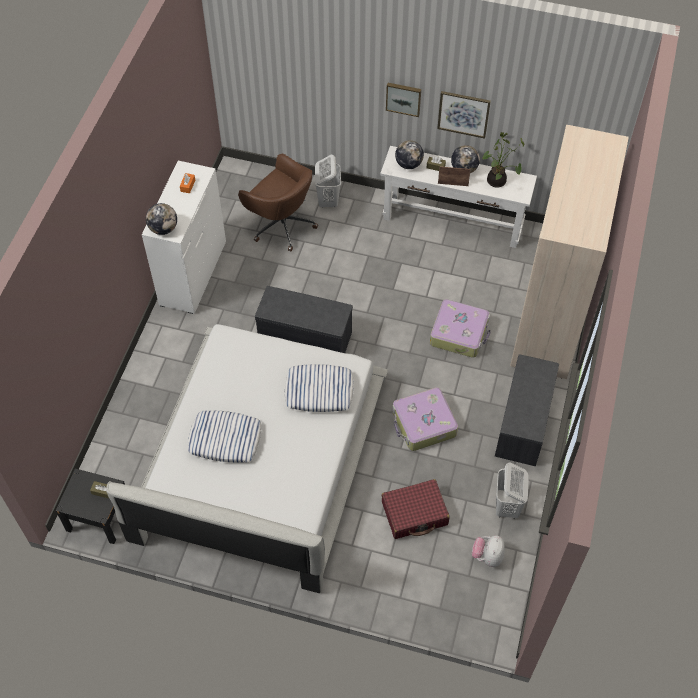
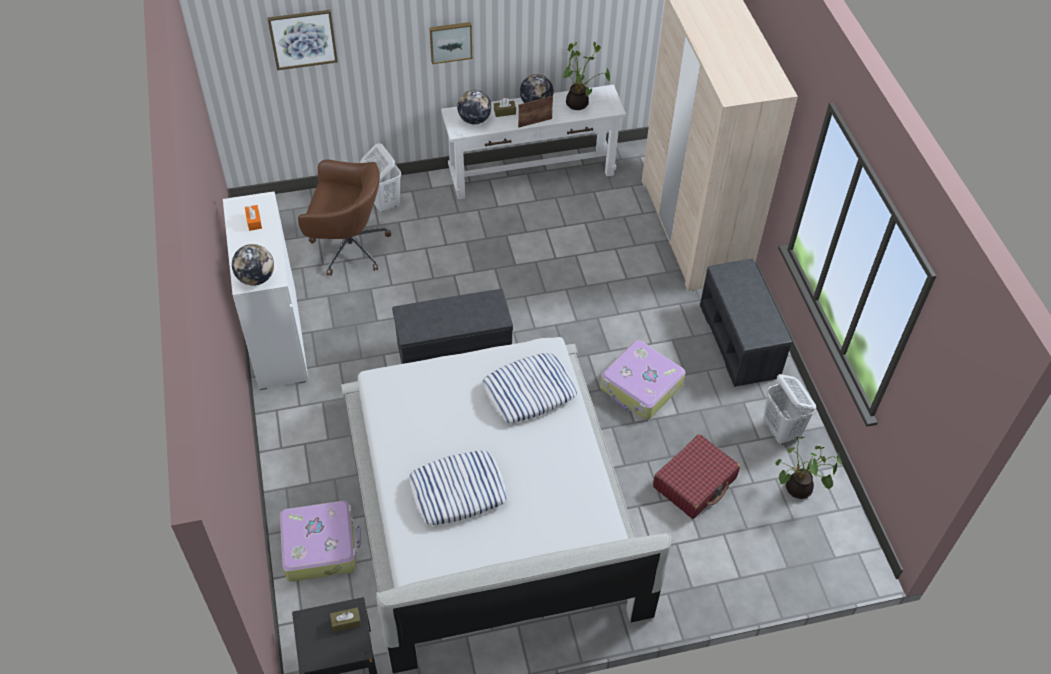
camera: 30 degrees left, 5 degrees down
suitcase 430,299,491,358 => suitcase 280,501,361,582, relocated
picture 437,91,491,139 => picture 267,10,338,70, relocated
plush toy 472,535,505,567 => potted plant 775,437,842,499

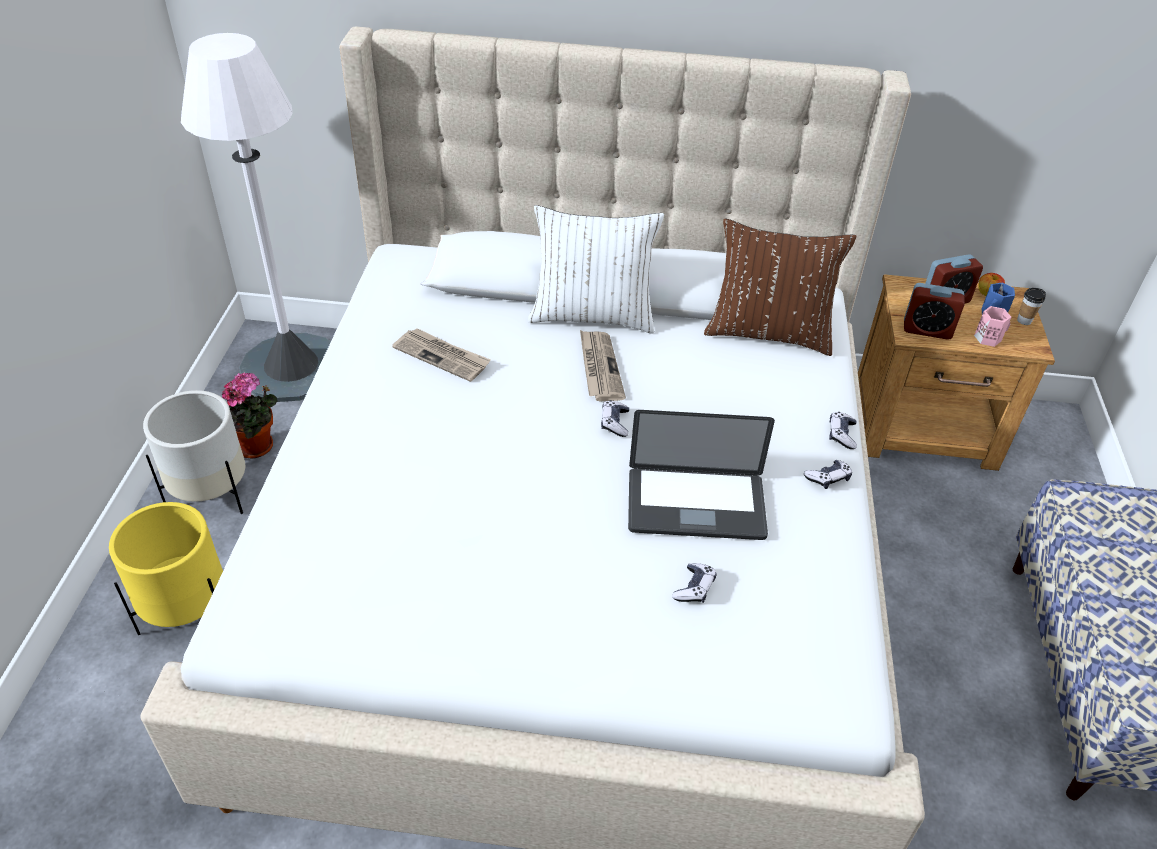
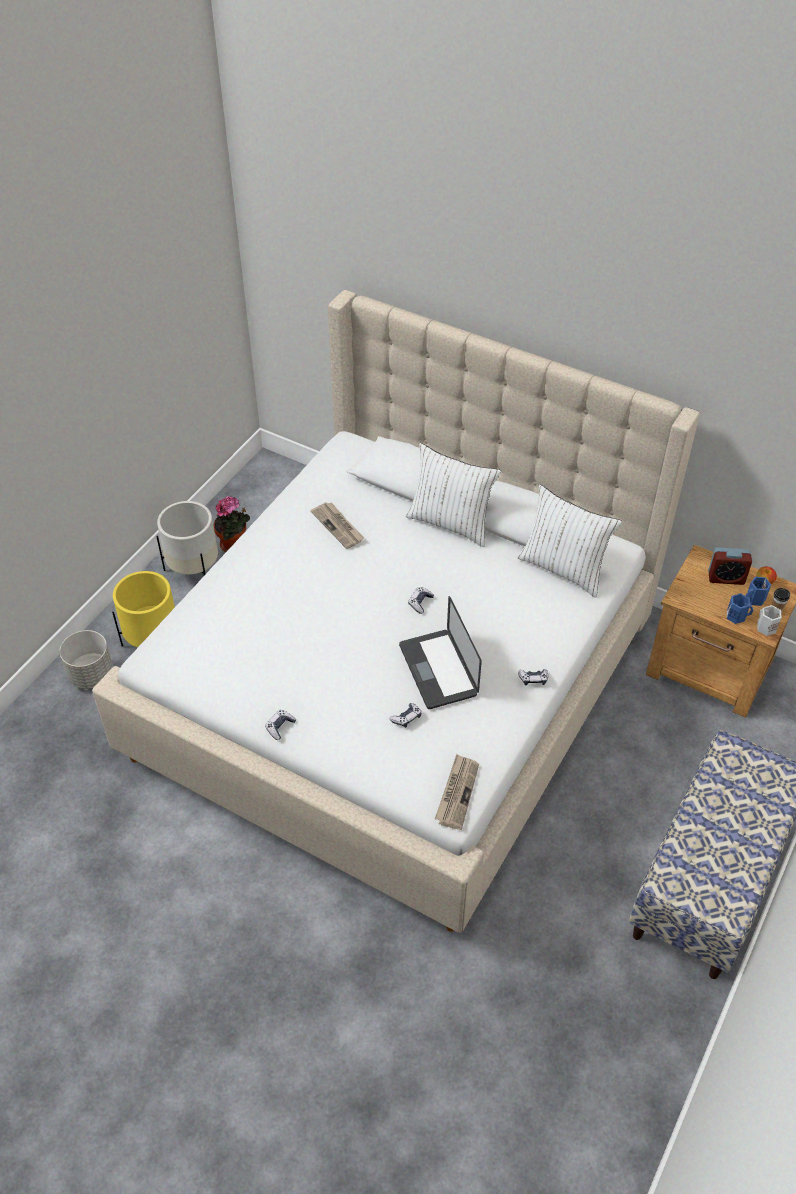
camera: 25 degrees right, 5 degrees up
white floor lamp 181,33,331,402 => nothing
alarm clock 904,283,965,340 => nothing
nothing => grey planter 60,630,113,689
nothing => white mug 757,605,781,636
newspaper 580,330,626,401 => newspaper 435,754,479,830, relocated
game controller 829,412,857,449 => game controller 265,710,296,740, relocated
brown pillow 704,218,856,356 => white pillow 517,485,622,598
pink mug 974,306,1011,347 => blue mug 727,593,754,624
laptop 628,410,775,540 => laptop 399,596,482,709, 45 degrees clockwise

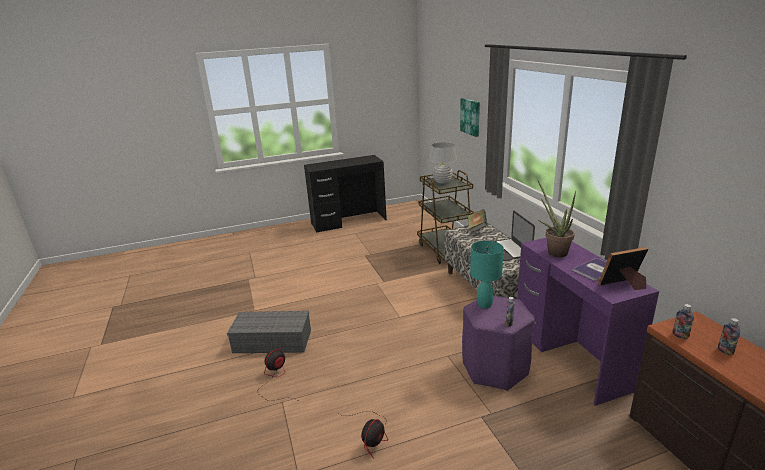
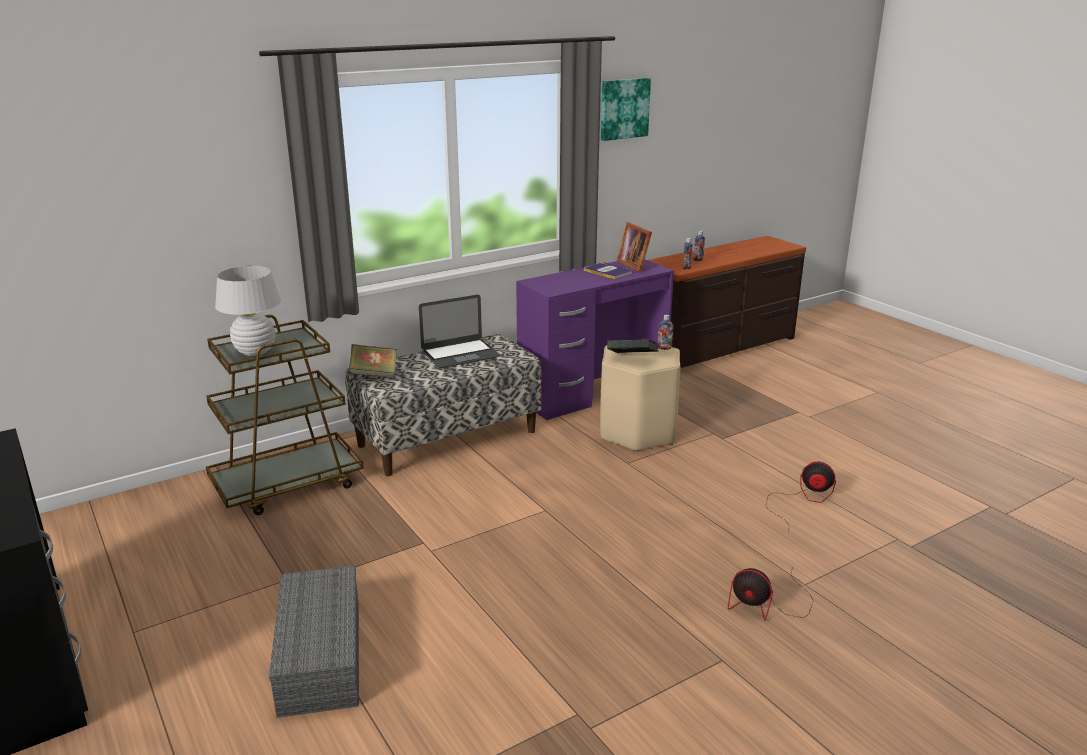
camera: 105 degrees left, 0 degrees up
potted plant 538,180,576,257 => nothing
grey storage box 227,311,311,353 => grey storage box 269,566,359,718, relocated
picture 460,98,480,137 => picture 601,78,651,141, relocated
turquoise table lamp 470,241,504,309 => book 607,340,658,353
purple stool 462,296,535,391 => beige stool 600,345,681,452

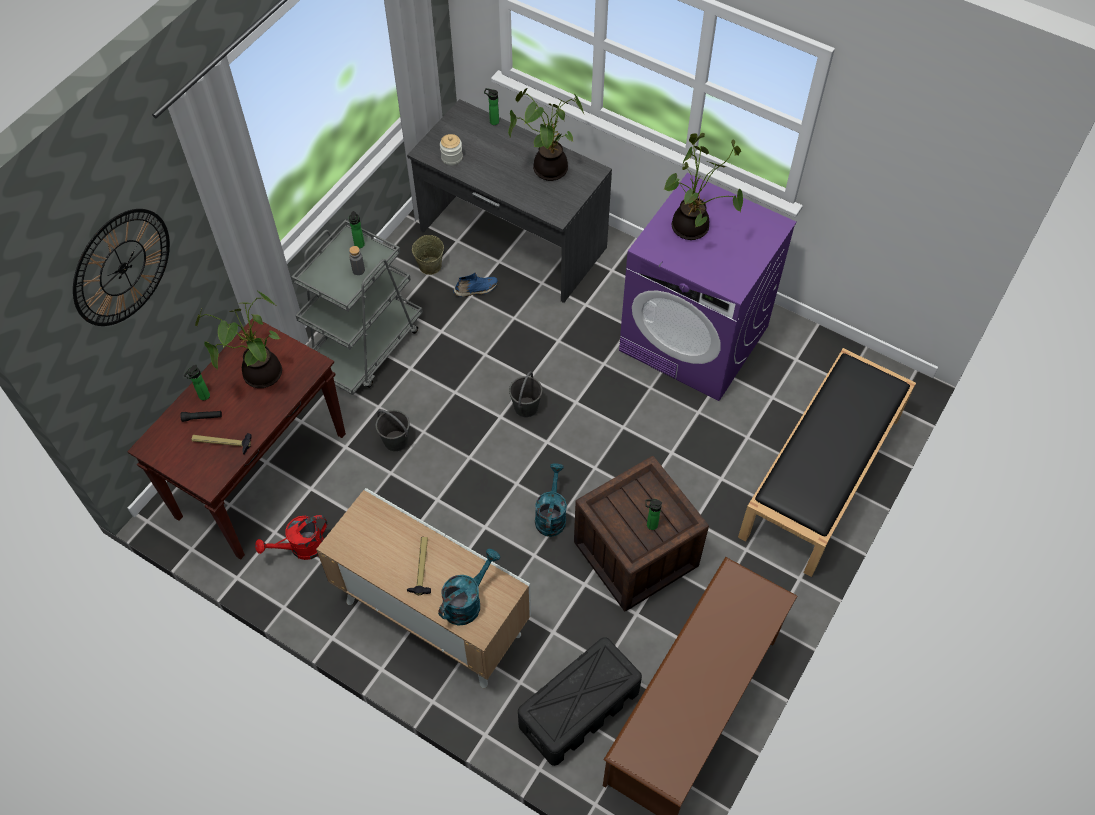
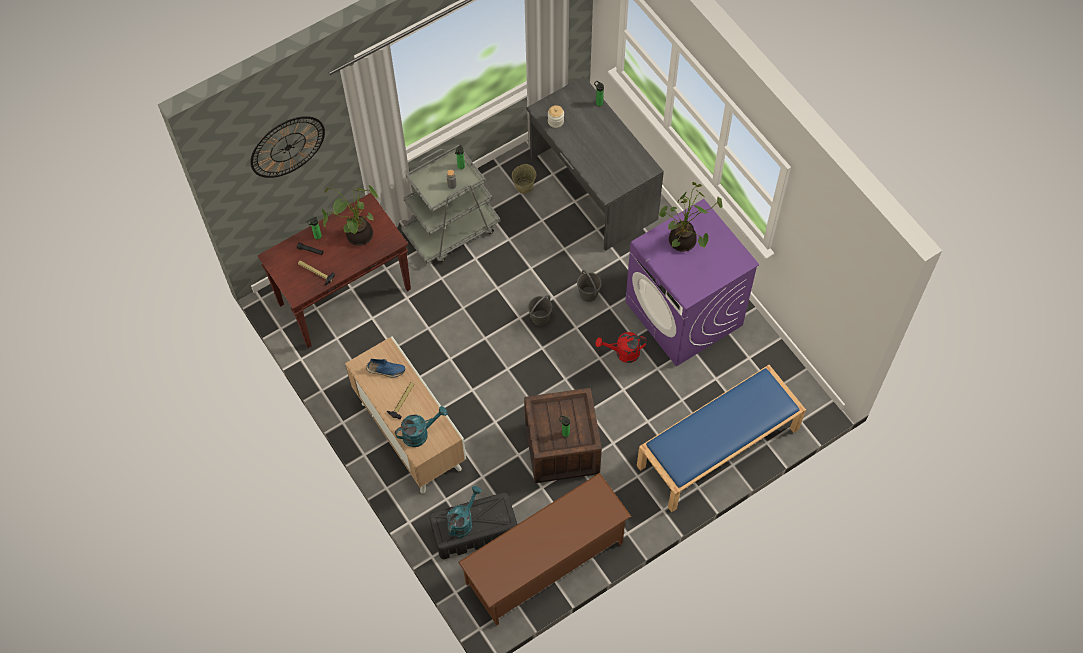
camera: 25 degrees right, 5 degrees up
potted plant 508,88,585,181 => nothing
red watering can 255,515,327,560 => red watering can 595,332,647,363, relocated
grey bucket 375,409,410,451 => grey bucket 577,270,602,302, relocated
blue shoe 453,272,498,297 => blue shoe 366,359,405,378, relocated
turquoise watering can 535,463,567,537 => turquoise watering can 447,486,482,538, relocated
black bench 738,348,916,577 => blue bench 637,365,806,512

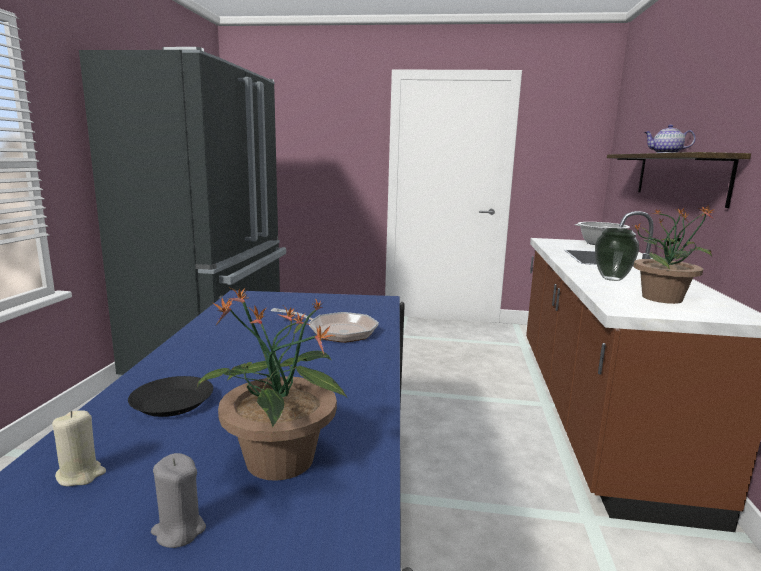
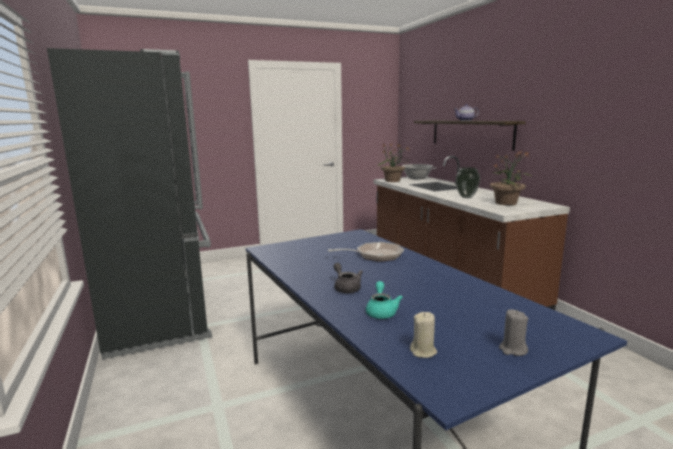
camera: 30 degrees left, 0 degrees up
nothing => grey teapot 333,263,363,293
potted plant 197,288,347,481 => potted plant 378,144,410,182, relocated
black plate 128,376,213,417 => turquoise teapot 366,281,403,319

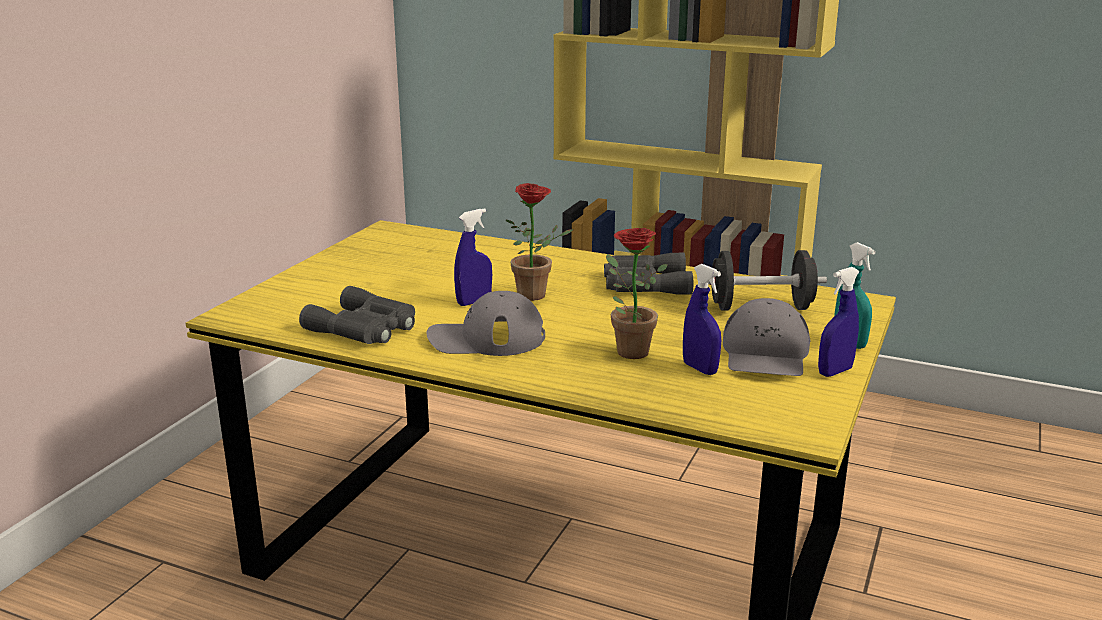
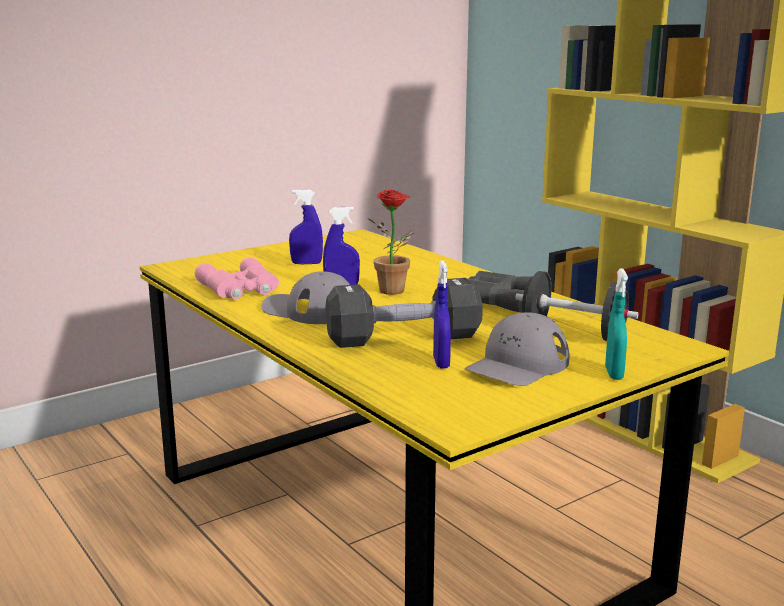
camera: 30 degrees right, 5 degrees down
blue spray bottle 818,267,860,377 => blue spray bottle 289,189,323,264, relocated
potted plant 606,228,668,359 => black dumbbell 325,278,483,348
grey binoculars 299,286,415,344 => pink binoculars 195,257,279,300

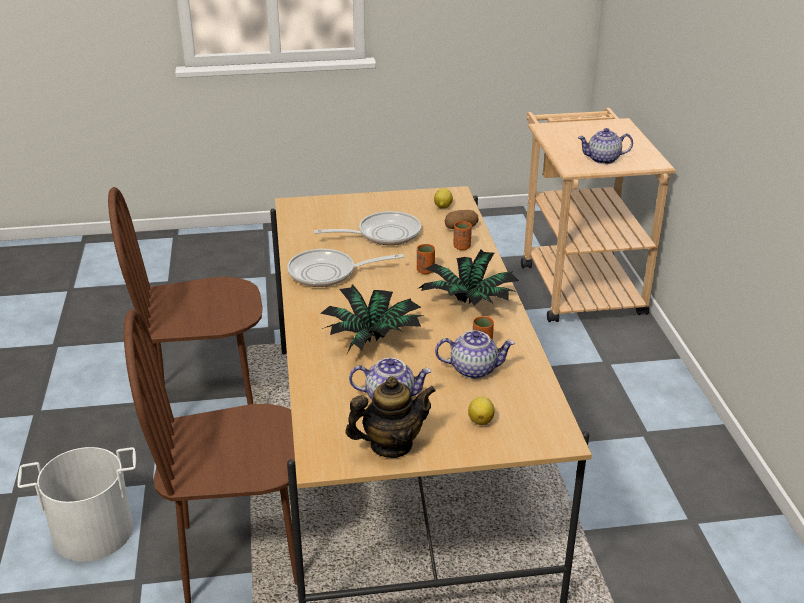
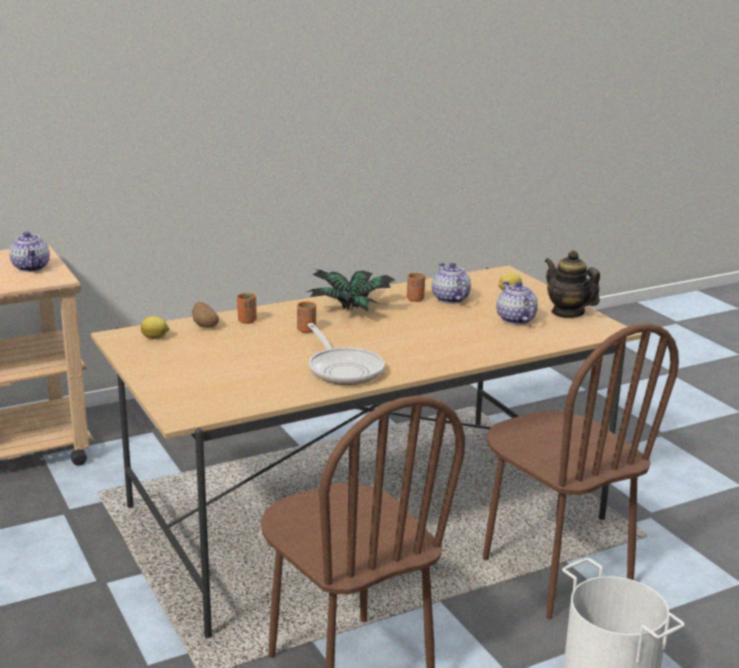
camera: 110 degrees left, 10 degrees down
frying pan 314,211,421,245 => nothing
potted plant 320,284,424,352 => nothing

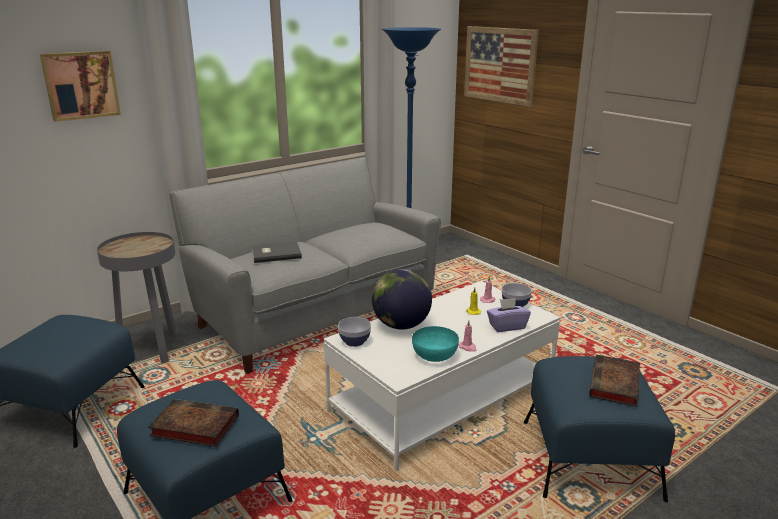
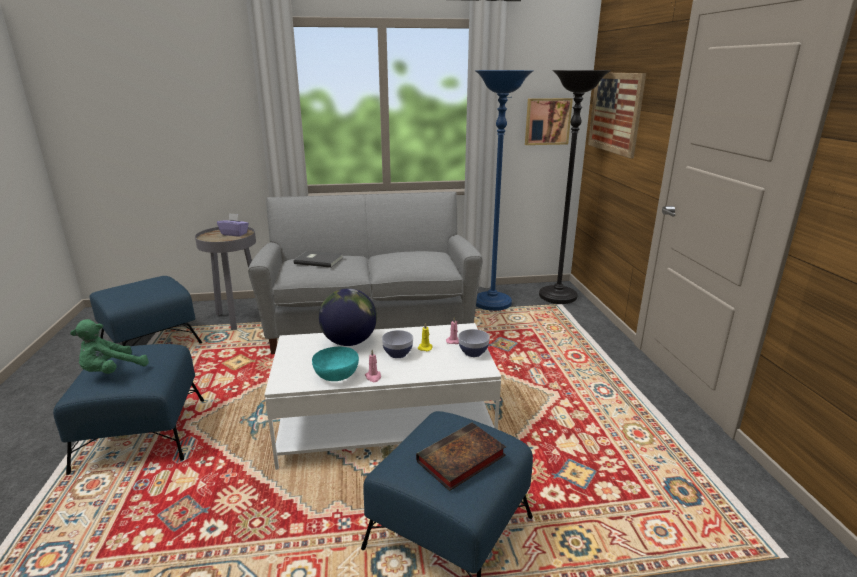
camera: 30 degrees right, 0 degrees up
nothing => black floor lamp 539,70,611,304
picture 40,51,121,122 => picture 525,98,573,145, relocated
bowl 338,317,371,347 => bowl 382,330,413,358, relocated
purple tissue box 487,298,531,332 => purple tissue box 217,213,249,236, relocated
book 148,399,239,447 => green plush toy 70,319,149,374

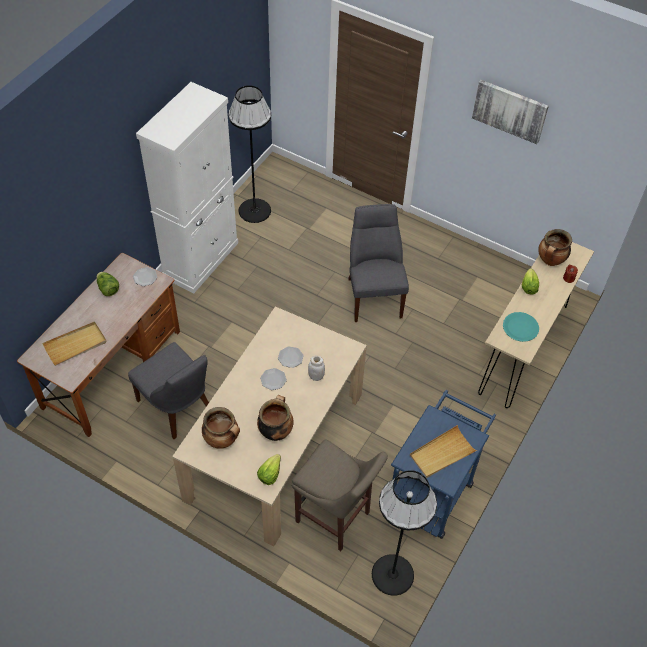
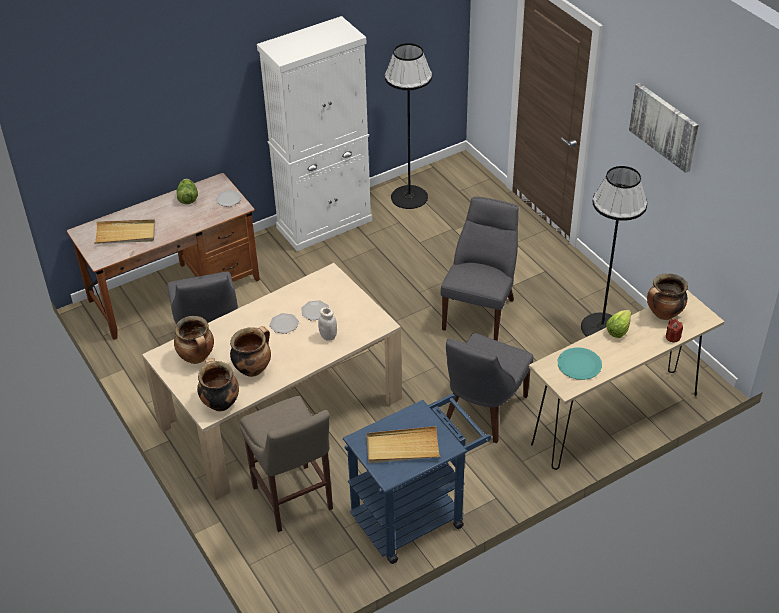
camera: 30 degrees right, 10 degrees down
nothing => grey chair 446,333,533,443
black floor lamp 372,470,437,596 => black floor lamp 581,166,648,337, relocated
lettuce 257,454,281,485 => cooking pot 197,358,239,412

